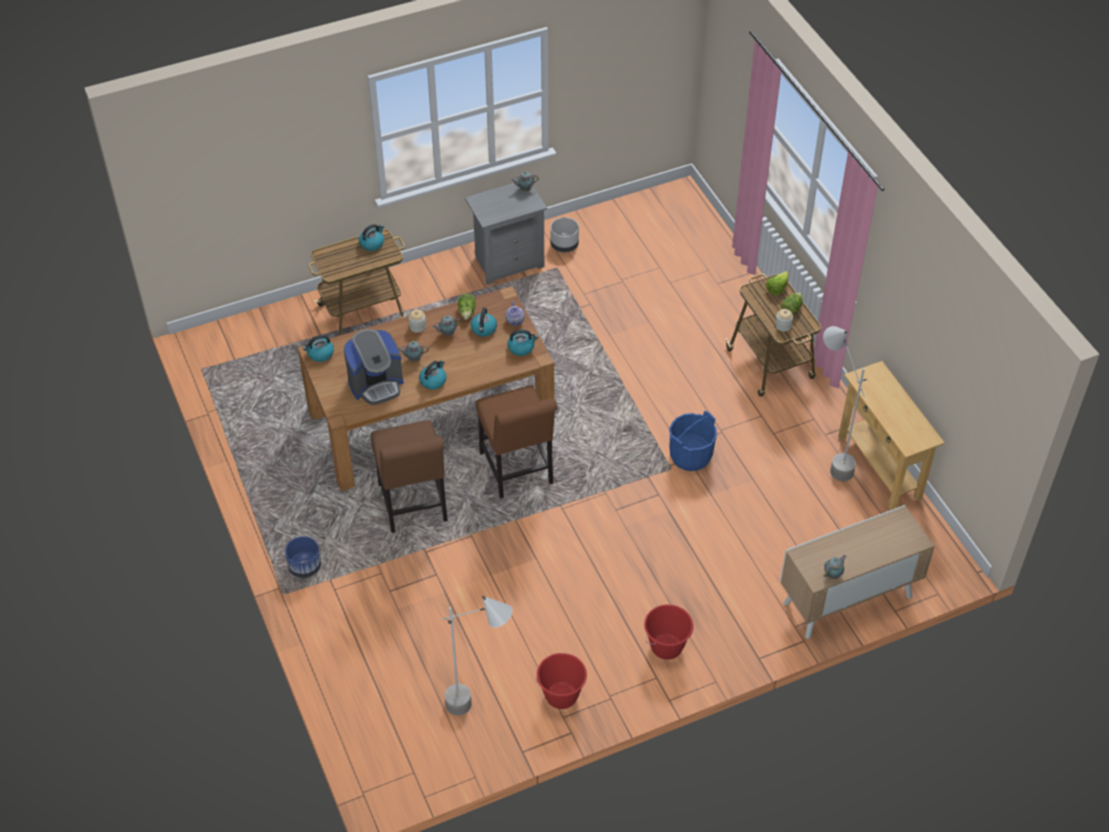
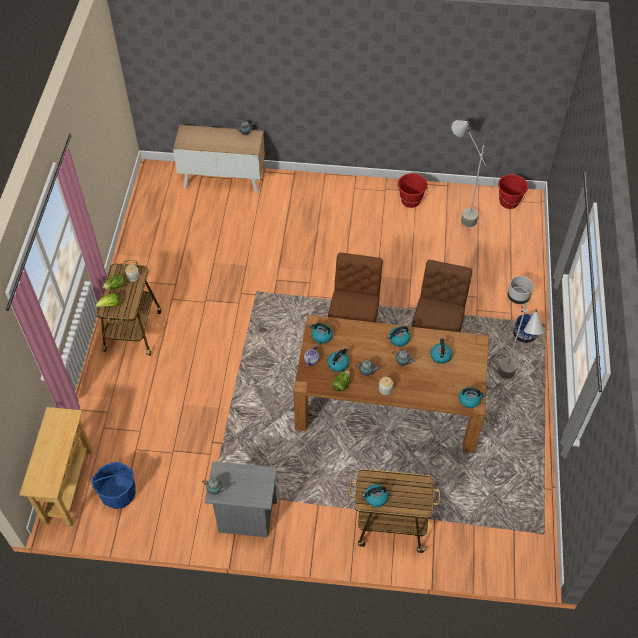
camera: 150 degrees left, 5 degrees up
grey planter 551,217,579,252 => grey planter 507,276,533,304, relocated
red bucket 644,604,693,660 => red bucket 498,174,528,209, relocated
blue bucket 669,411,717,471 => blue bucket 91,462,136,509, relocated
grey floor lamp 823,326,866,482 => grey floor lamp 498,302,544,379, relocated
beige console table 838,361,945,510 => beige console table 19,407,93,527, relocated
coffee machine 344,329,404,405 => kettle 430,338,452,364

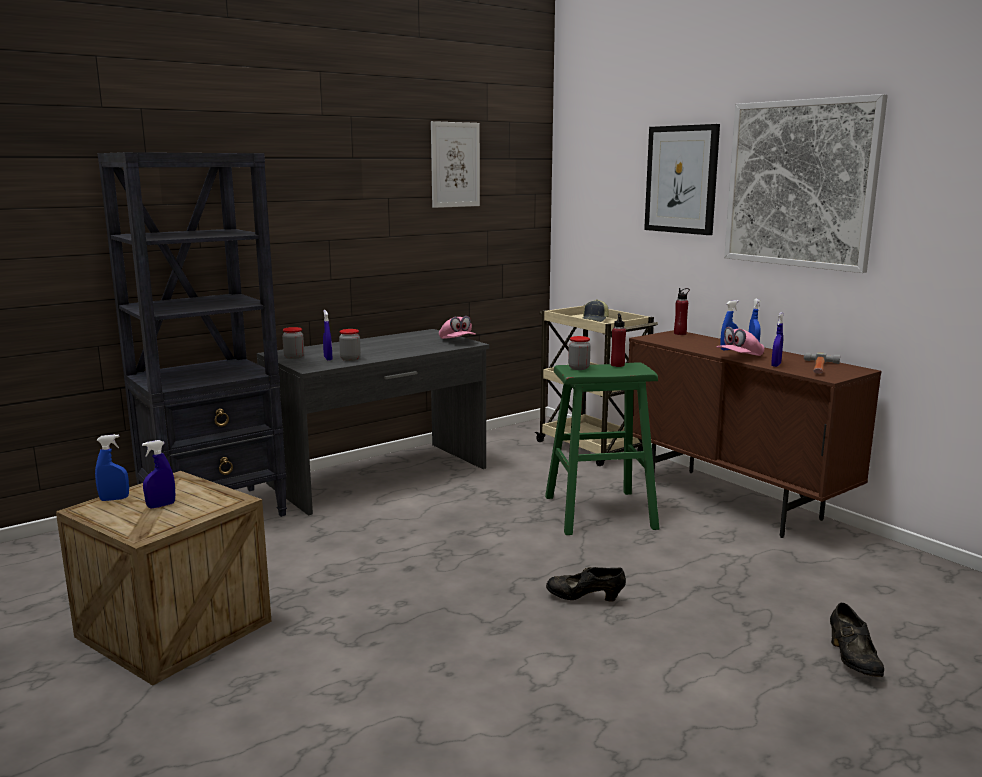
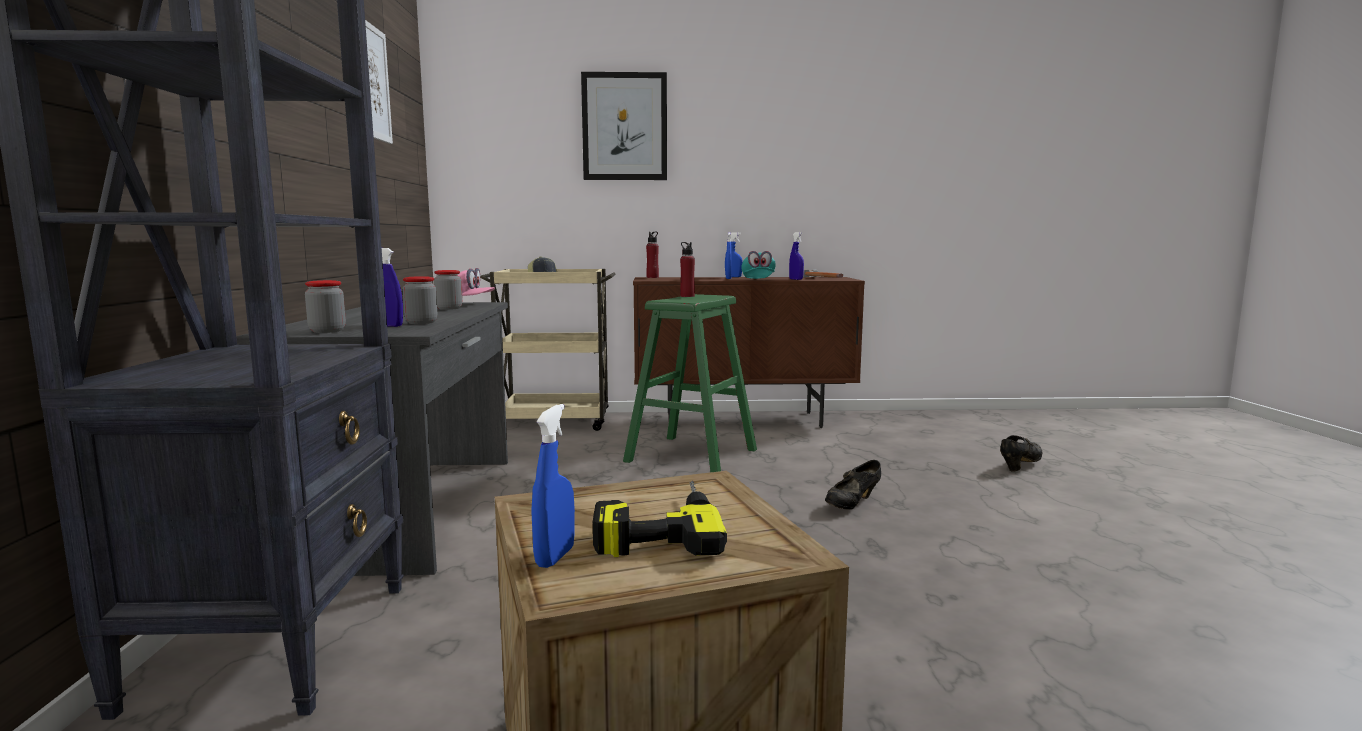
camera: 55 degrees left, 5 degrees down
picture 724,94,888,273 => nothing
jar 568,336,591,370 => jar 434,270,463,310, relocated
blue spray bottle 142,440,175,509 => power drill 593,481,727,557
pink cap 716,327,764,356 => turquoise cap 741,251,776,279
black shoe 830,603,884,677 => black shoe 1000,435,1043,472, 75 degrees counterclockwise

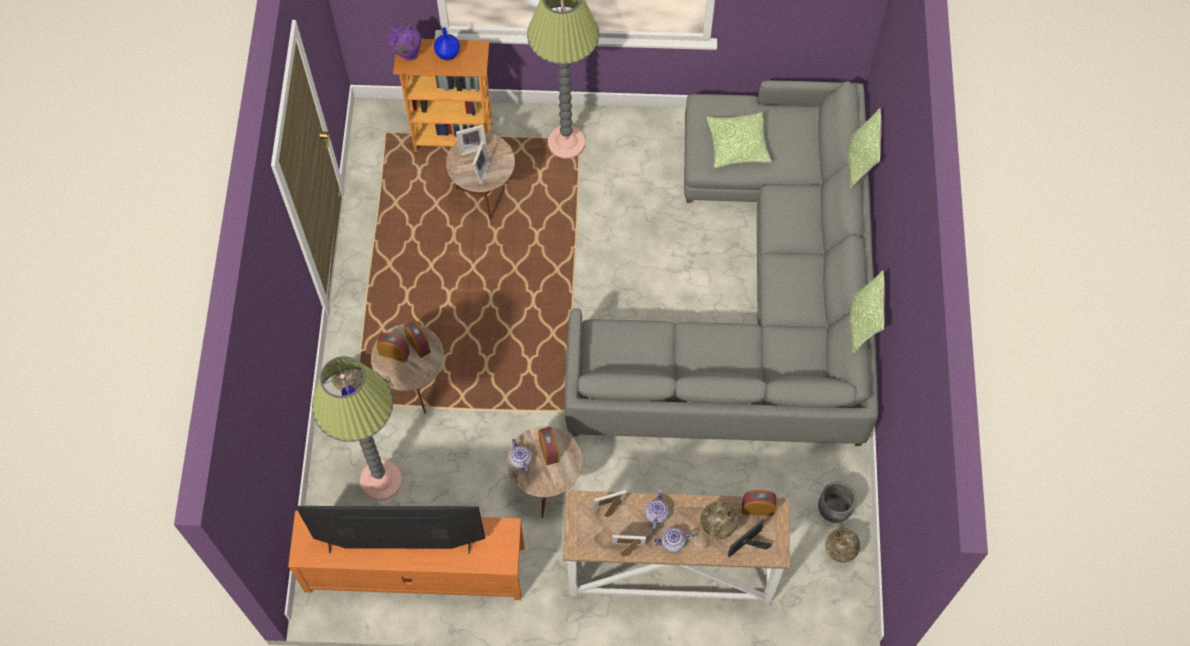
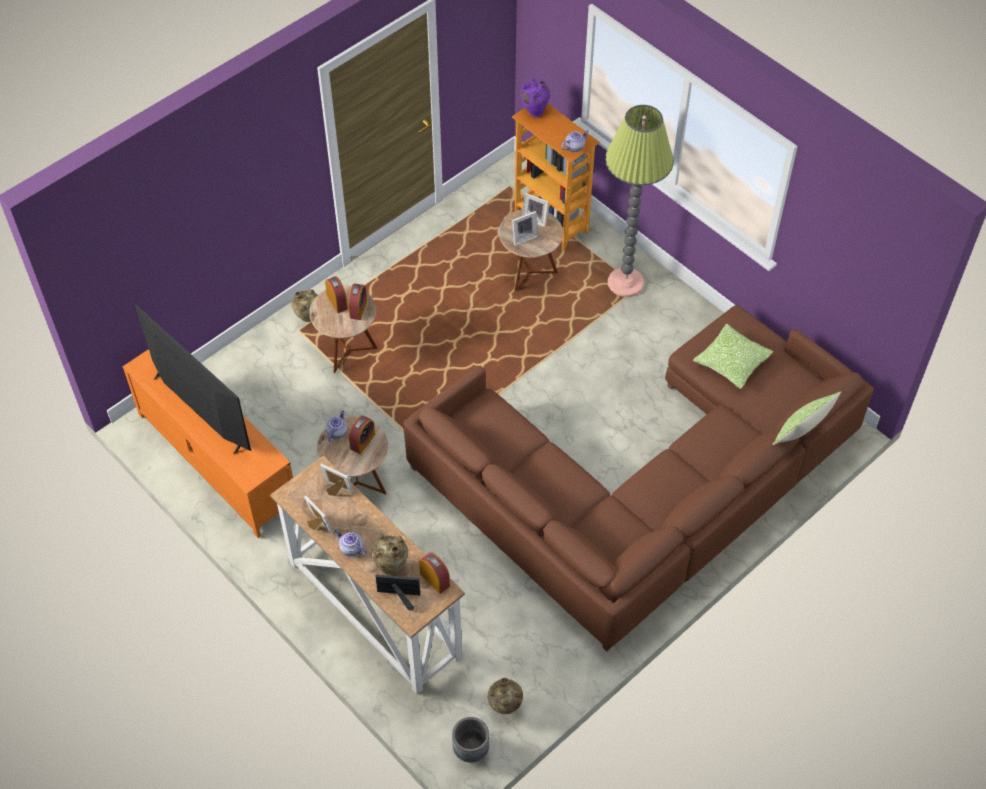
camera: 45 degrees right, 10 degrees down
floor lamp 312,356,402,501 => nothing
blue vase 434,27,460,60 => nothing
pillow 850,270,885,353 => nothing
teapot 645,490,669,531 => teapot 561,130,589,152, relocated
grey planter 818,481,857,523 => grey planter 452,717,489,763, relocated
grey sofa 565,80,878,446 => brown sofa 403,305,874,651

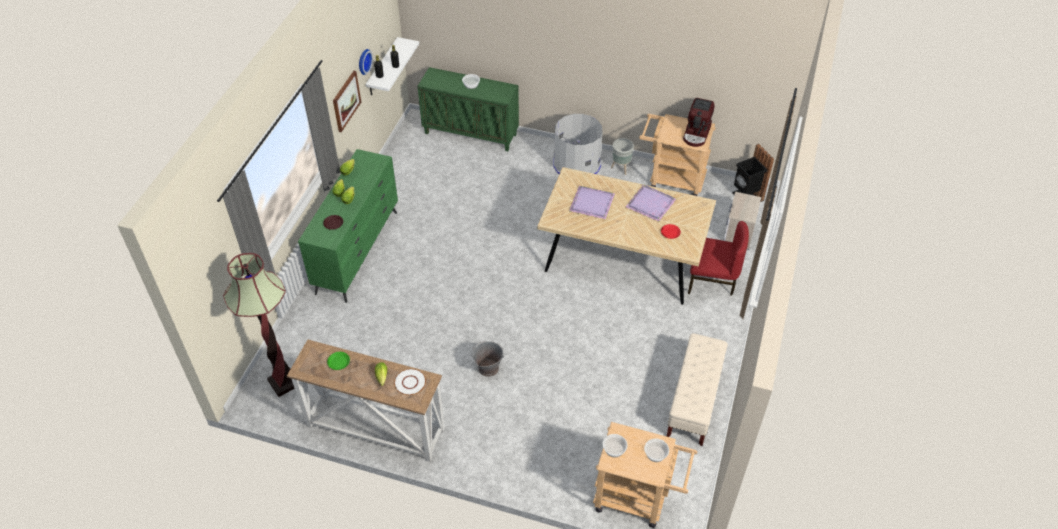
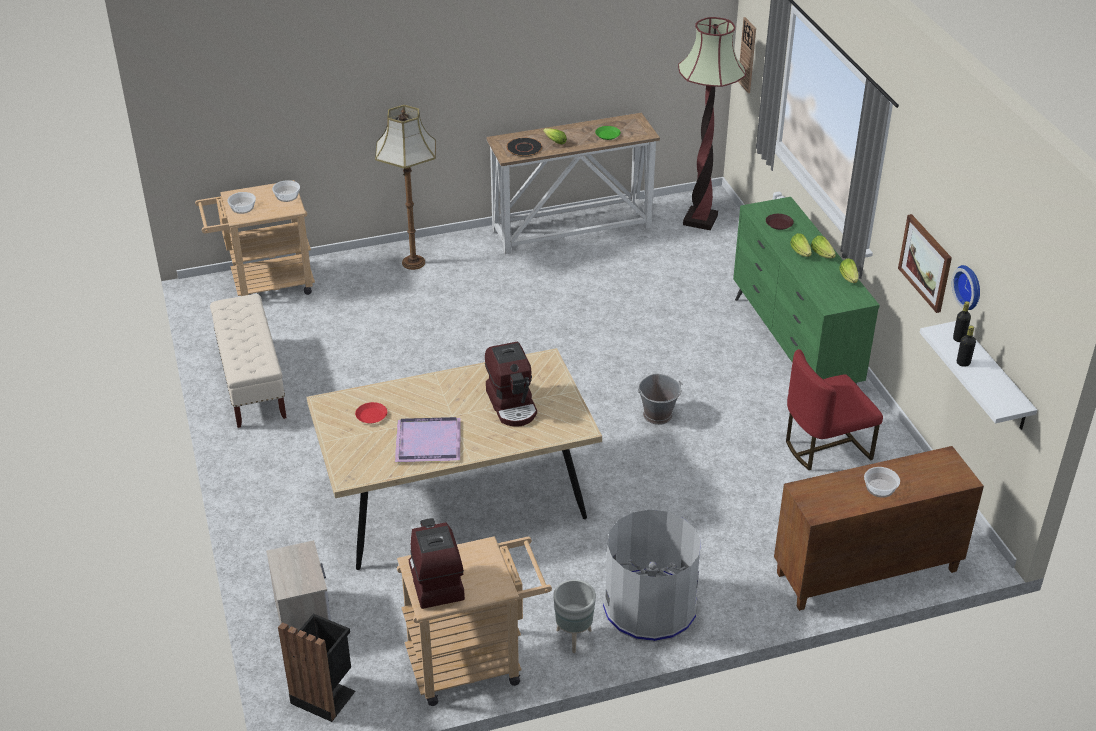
camera: 145 degrees right, 10 degrees down
nothing => floor lamp 375,105,436,270
nothing => wall clock 738,17,756,93
grey bucket 473,341,504,377 => grey bucket 638,374,682,425, relocated
red chair 688,221,749,296 => red chair 786,349,883,470, relocated
purple tray 569,186,615,219 => coffee machine 485,342,537,427
white plate 394,369,426,395 => black plate 506,137,542,157
green cabinet 417,67,519,151 => brown cabinet 774,446,984,611

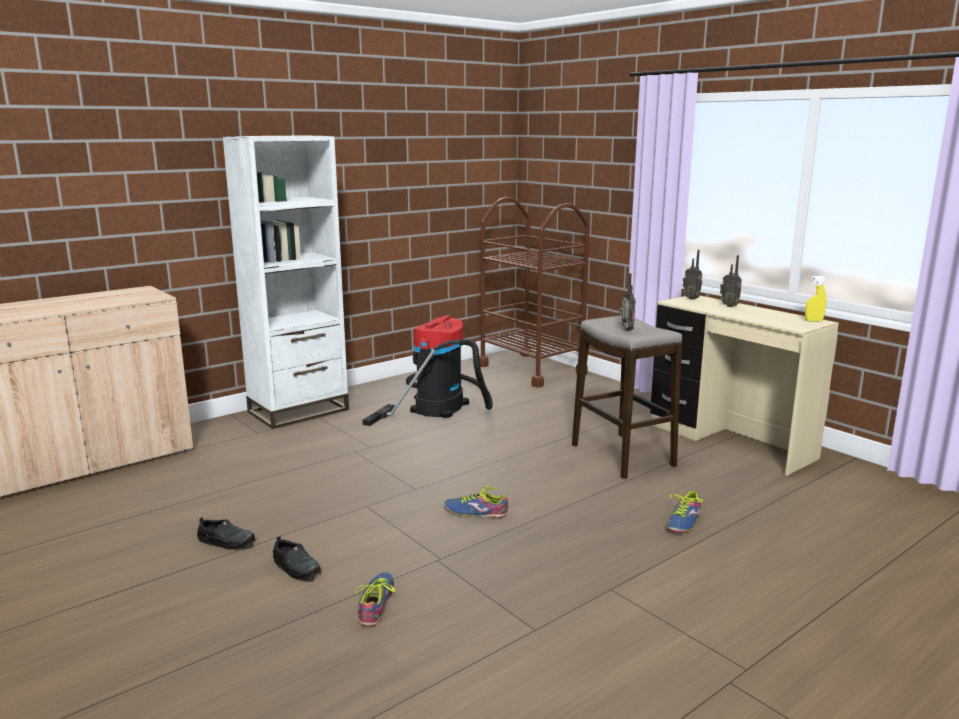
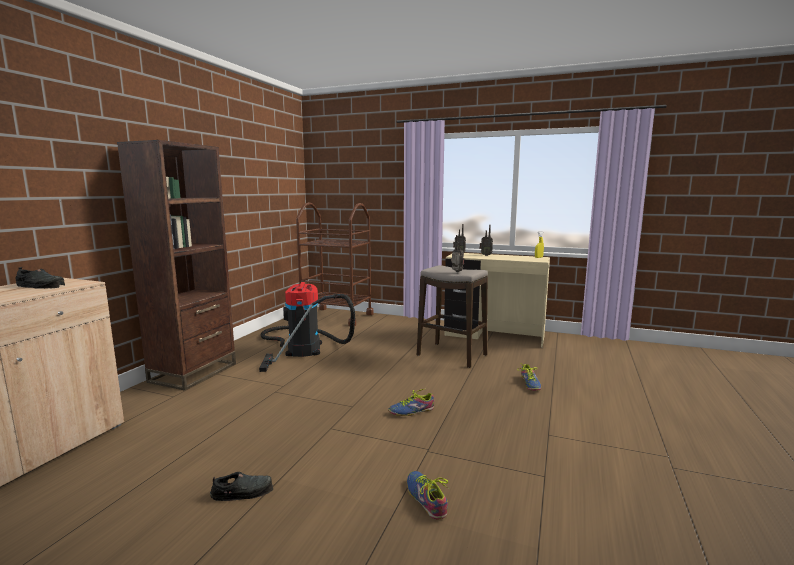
camera: 30 degrees left, 5 degrees down
black shoe 273,536,321,582 => black shoe 15,267,65,289, relocated
white bookcase 223,135,349,429 => brown bookcase 117,140,236,391

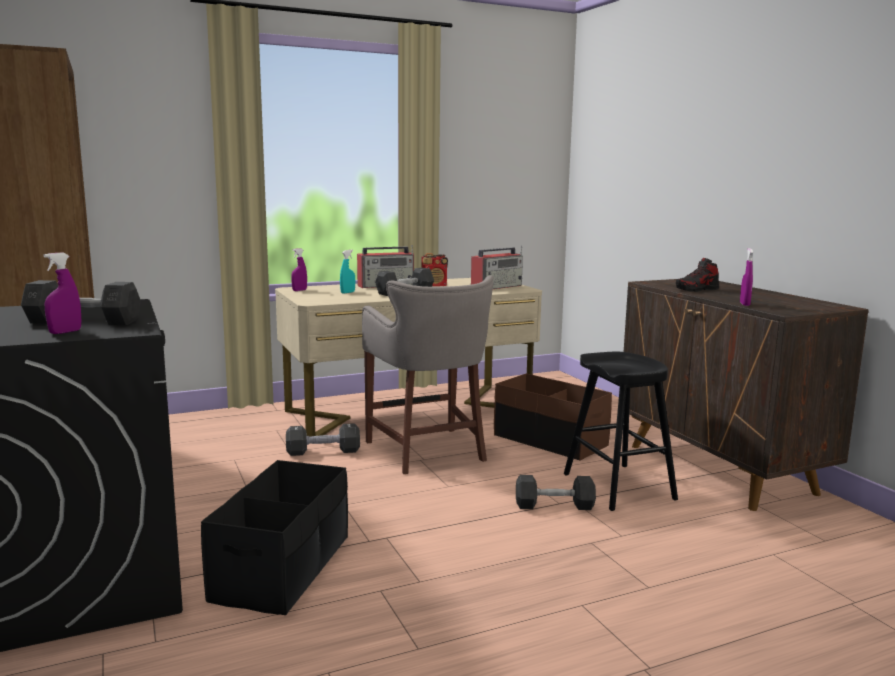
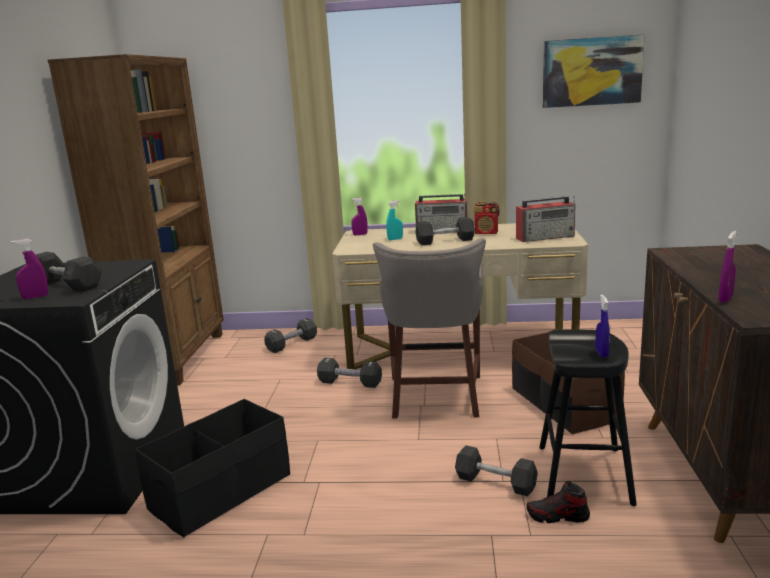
camera: 30 degrees right, 5 degrees up
nothing => black dumbbell 264,318,317,353
nothing => picture 543,34,645,108
nothing => blue spray bottle 595,294,610,357
shoe 676,258,719,292 => shoe 526,481,590,523, relocated

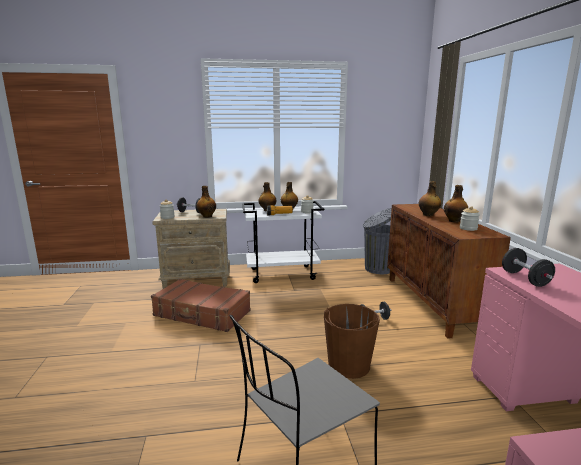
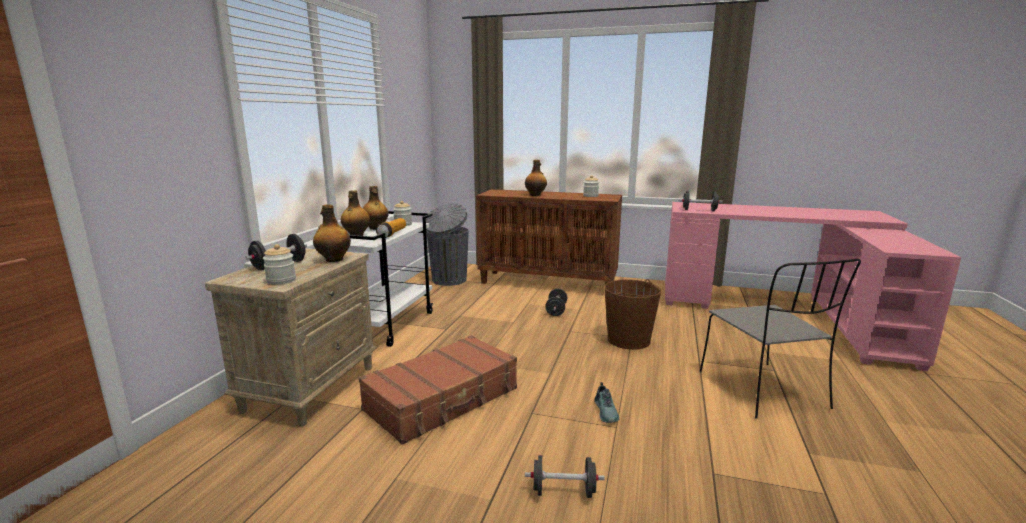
camera: 65 degrees left, 0 degrees up
bottle 444,185,468,222 => nothing
nothing => black dumbbell 525,455,605,498
nothing => shoe 594,382,619,423

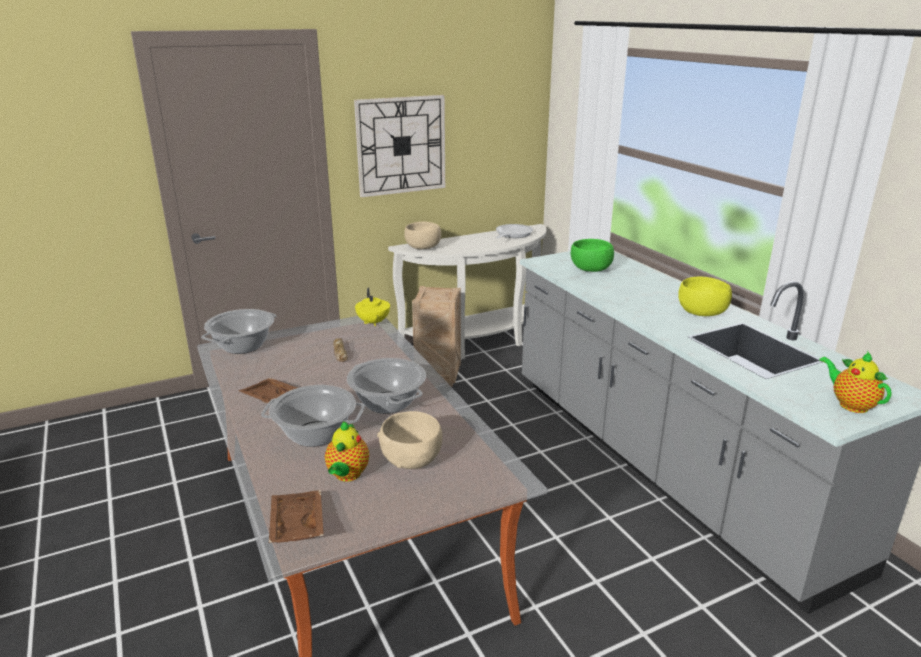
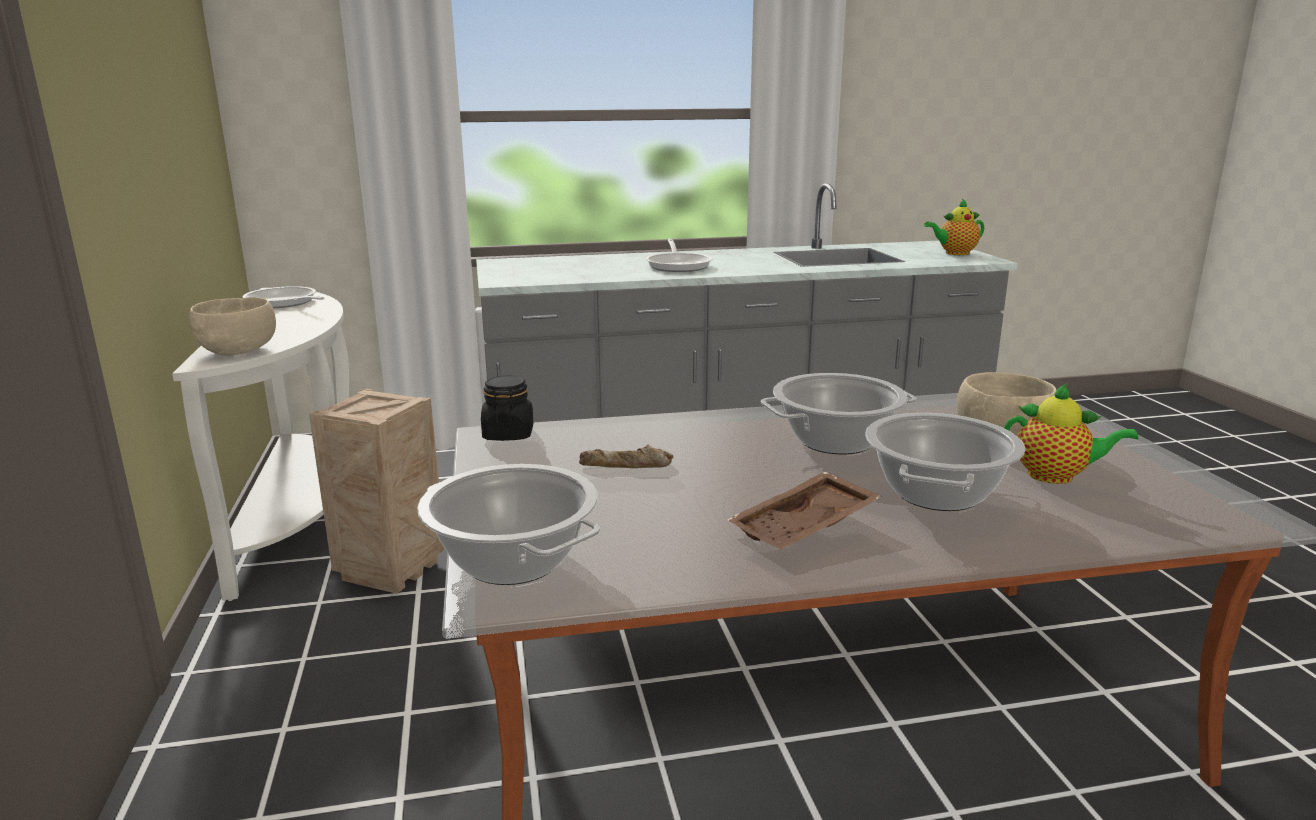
camera: 75 degrees left, 5 degrees down
brown tray 269,490,324,543 => nothing
wall clock 354,95,445,198 => nothing
green bowl 571,239,614,272 => nothing
yellow bowl 678,276,732,316 => nothing
nothing => frying pan 646,239,712,272
yellow teapot 355,288,390,326 => black jar 481,375,533,441

